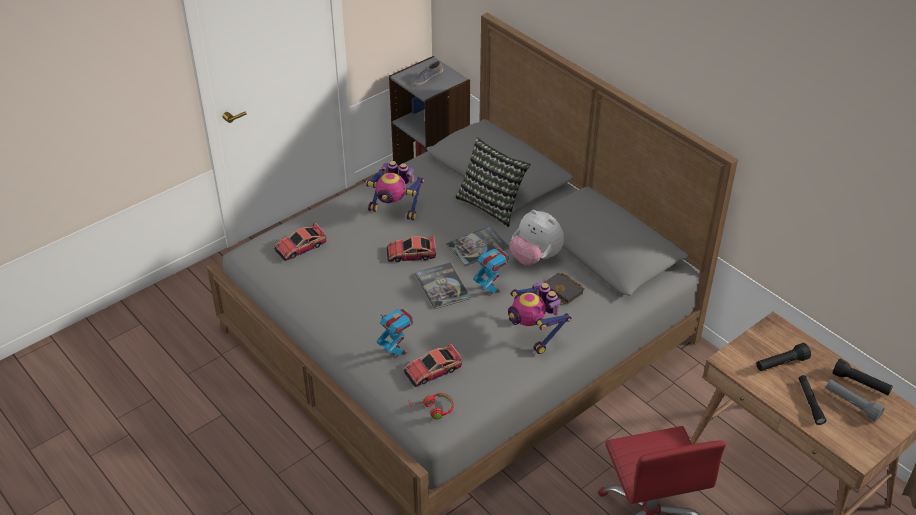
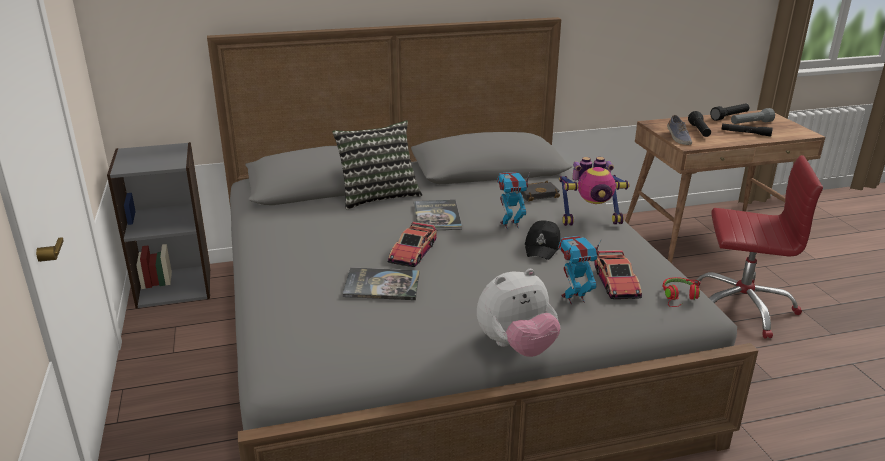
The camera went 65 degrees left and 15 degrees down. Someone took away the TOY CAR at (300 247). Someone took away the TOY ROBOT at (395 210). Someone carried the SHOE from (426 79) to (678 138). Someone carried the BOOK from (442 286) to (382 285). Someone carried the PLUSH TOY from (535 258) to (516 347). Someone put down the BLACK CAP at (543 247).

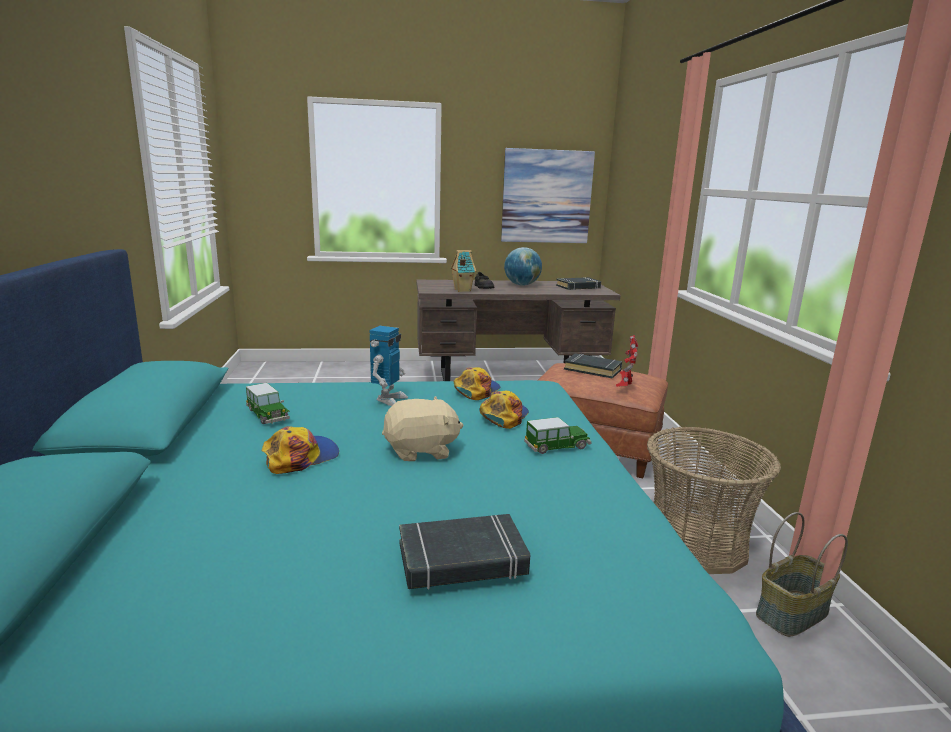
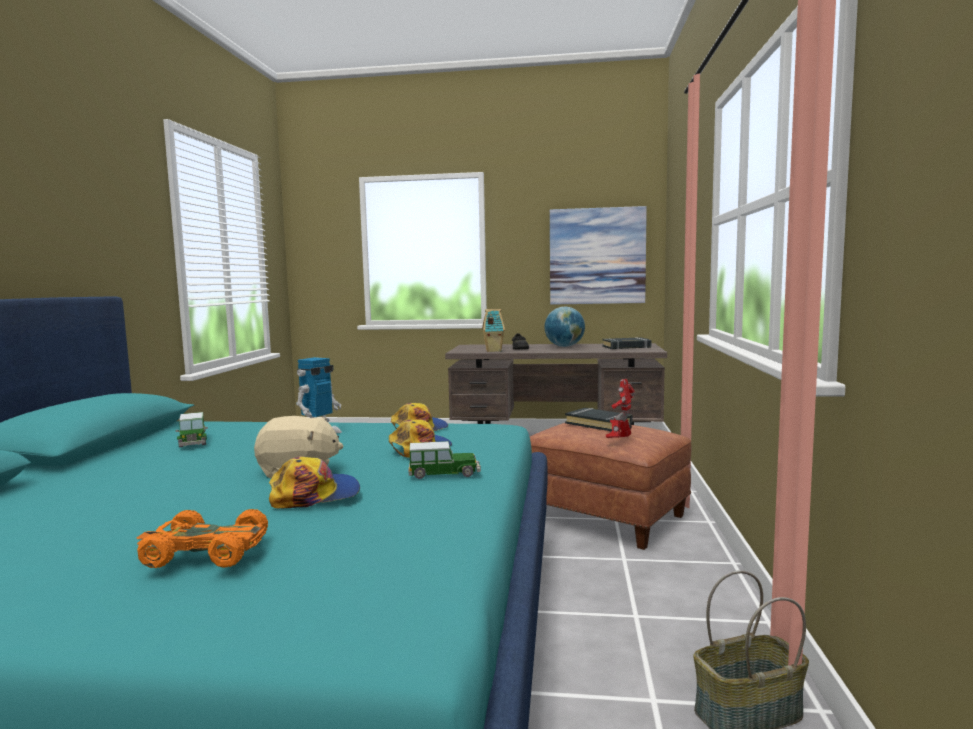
The camera went 15 degrees right and 10 degrees down. Someone carried the CAP from (301 457) to (315 495). Someone swapped the BLACK BOOK at (462 560) for the ORANGE TOY CAR at (204 552). Someone took away the BASKET at (696 543).

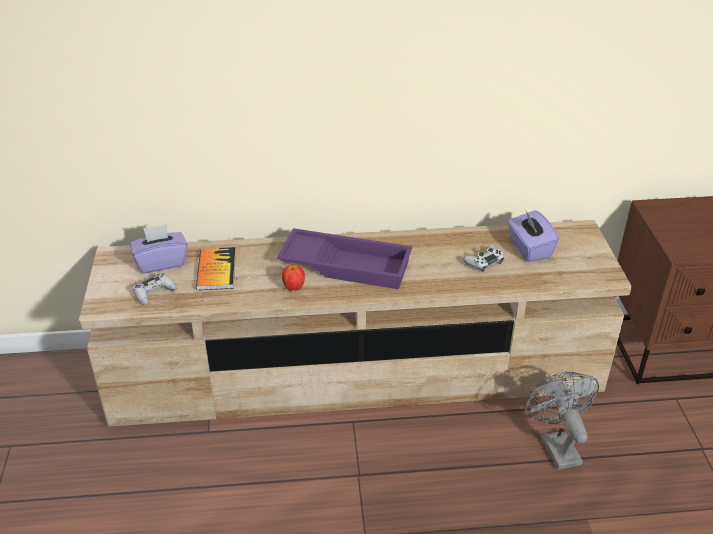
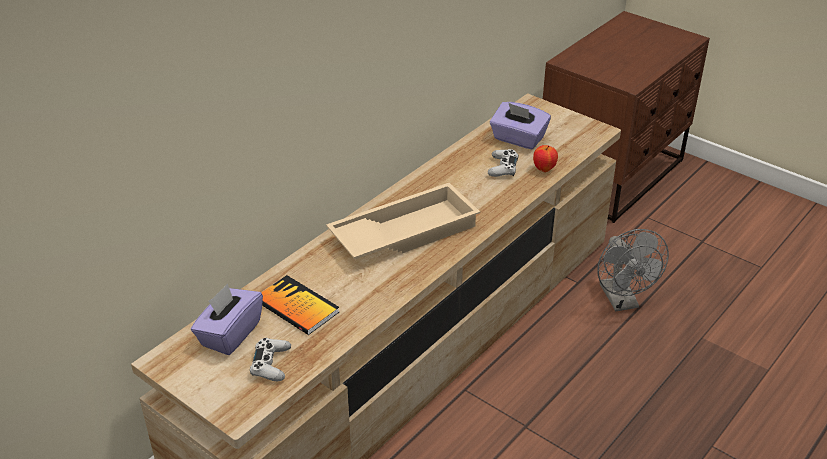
The camera went 45 degrees left and 0 degrees up. Someone repainted the PURPLE TRAY at (347 264), which became the BEIGE TRAY at (404 232). Someone carried the APPLE from (294 288) to (544 169). Someone rotated the GREY FAN at (556 445) by 135 degrees counterclockwise.

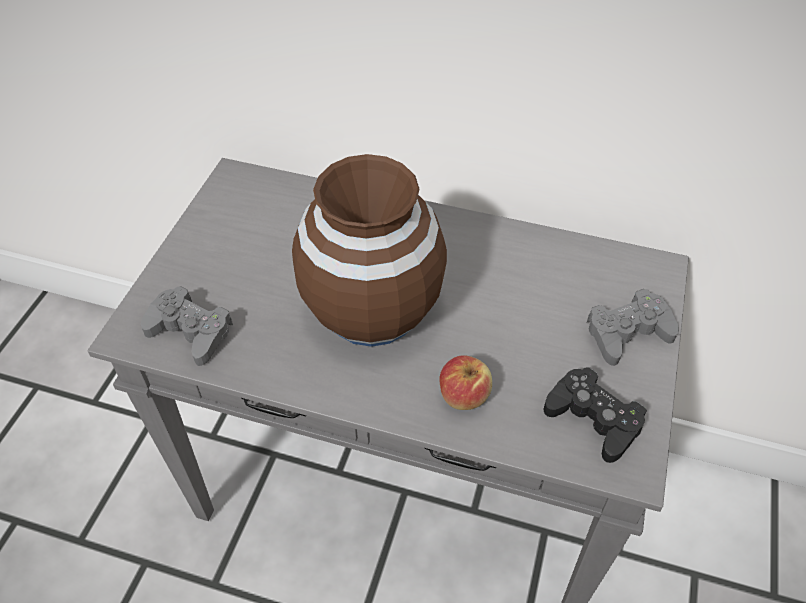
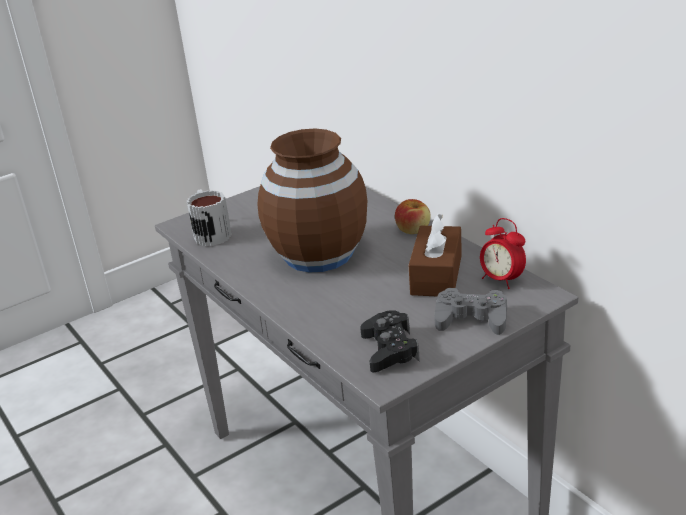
The camera went 40 degrees right and 20 degrees down. Someone swapped the GREY GAME CONTROLLER at (190 331) for the MUG at (210 233). Someone carried the APPLE from (464 395) to (413 229). Someone put down the BROWN TISSUE BOX at (436 275). Someone put down the ALARM CLOCK at (501 280).

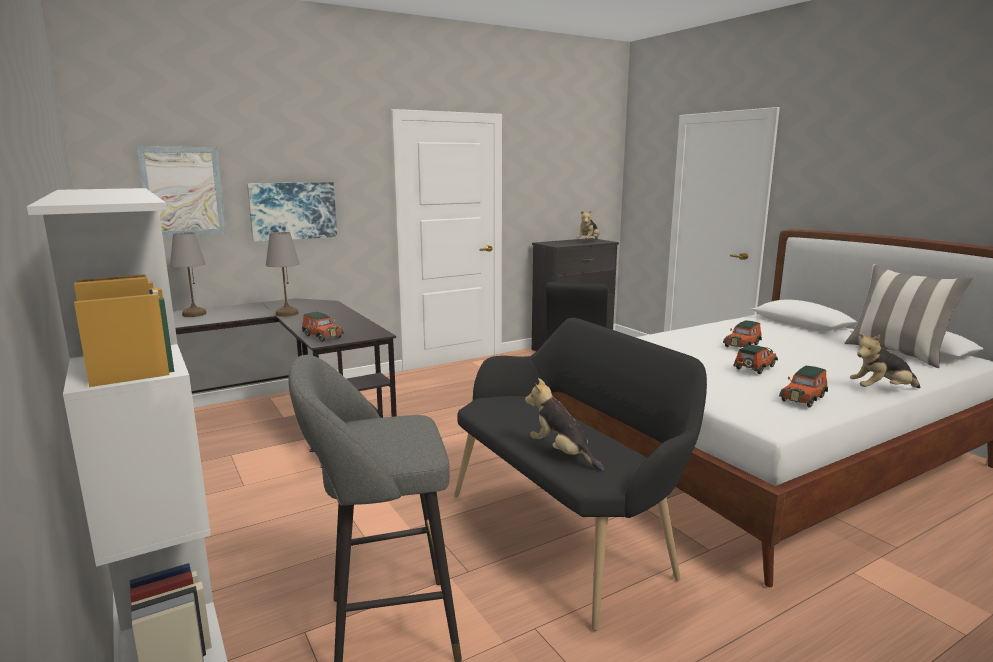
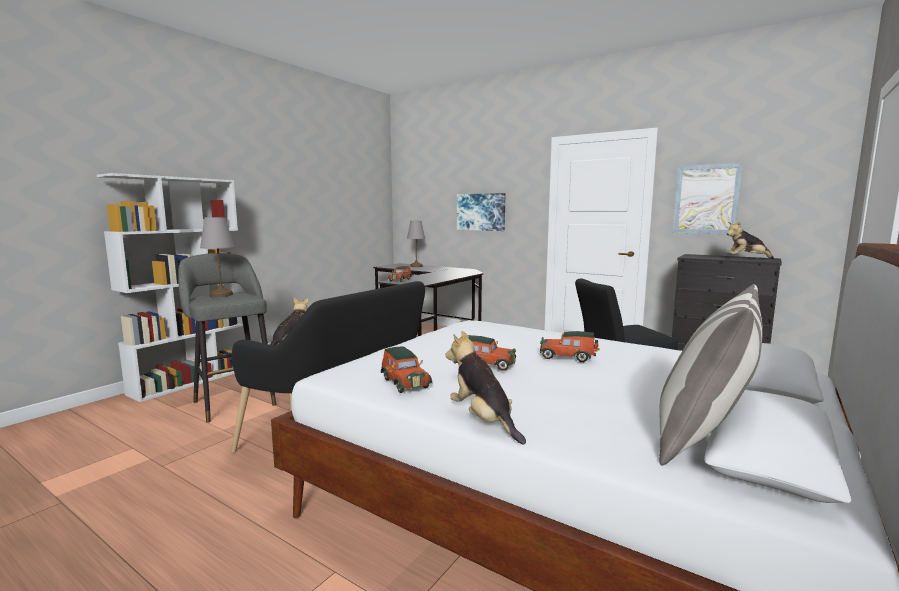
The camera went 65 degrees right and 5 degrees down. Someone carried the PICTURE from (183 191) to (706 199). Someone carried the GREY TABLE LAMP from (286 314) to (221 295). Someone rotated the TOY CAR at (804 398) by 135 degrees counterclockwise.

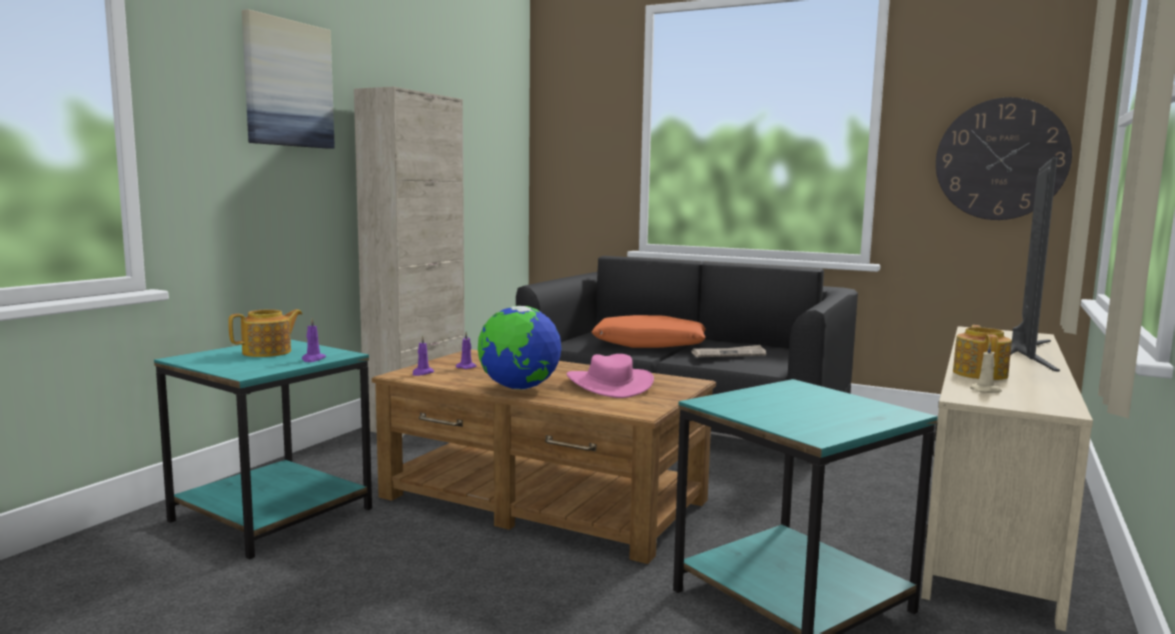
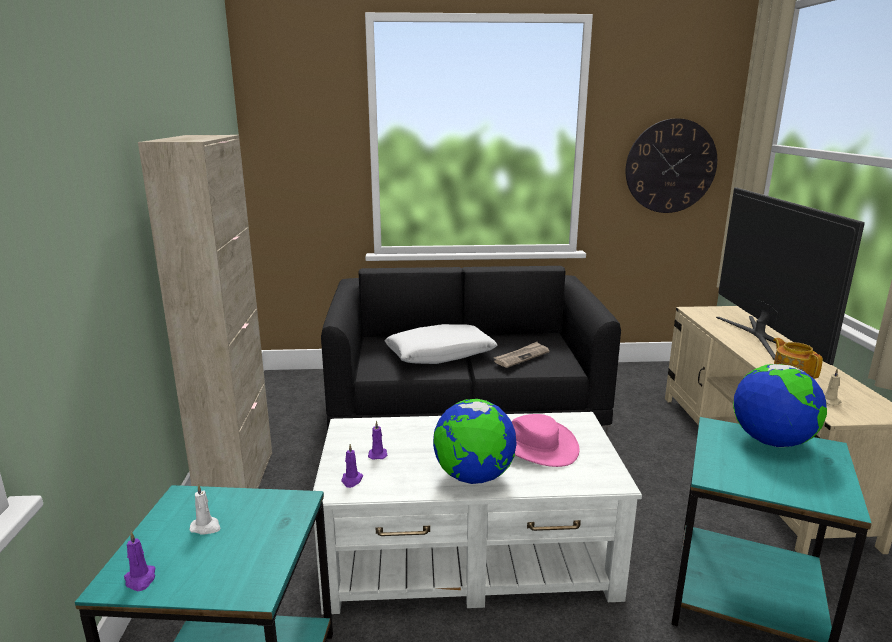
The camera went 30 degrees left and 10 degrees up. Someone swapped the TEAPOT at (268 352) for the WHITE CANDLE at (206 527). Someone took away the PICTURE at (288 84). Someone carried the PURPLE CANDLE from (313 359) to (140 579). Someone repainted the BROWN COFFEE TABLE at (544 499), which became the WHITE COFFEE TABLE at (469 554). Someone repainted the ORANGE PILLOW at (649 344), which became the WHITE PILLOW at (440 354). Someone put down the GLOBE at (771 441).

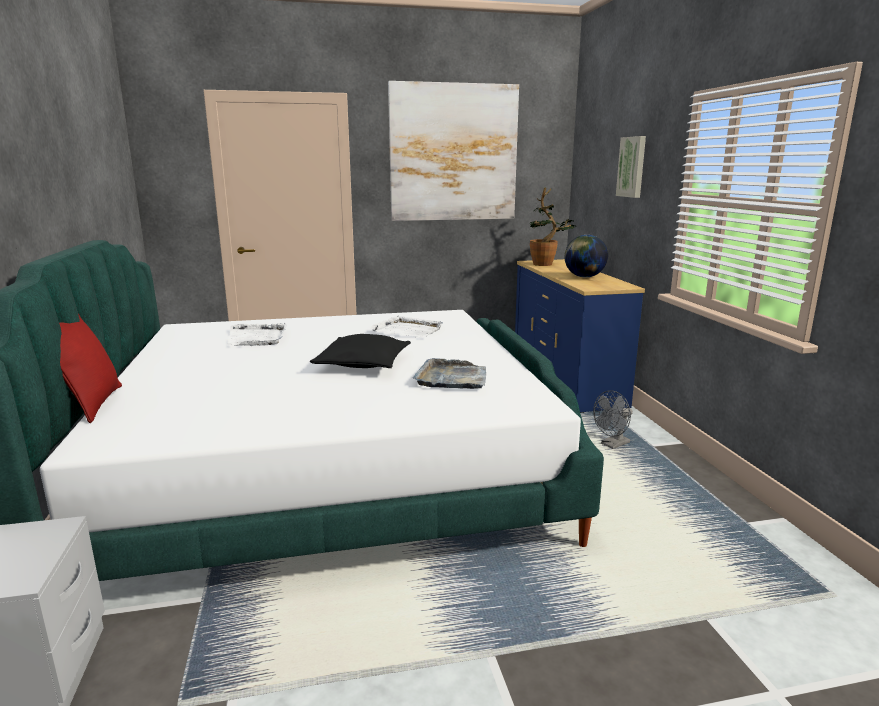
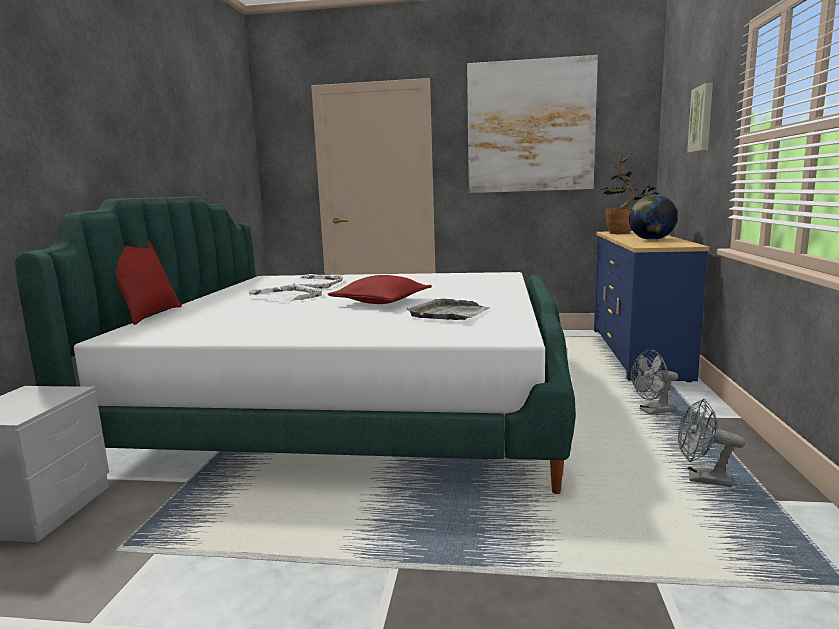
The camera went 20 degrees right and 5 degrees down. Someone repainted the BLACK PILLOW at (363 364), which became the RED PILLOW at (381 302). Someone carried the WHITE TRAY from (407 330) to (287 296). Someone put down the GREY FAN at (701 479).

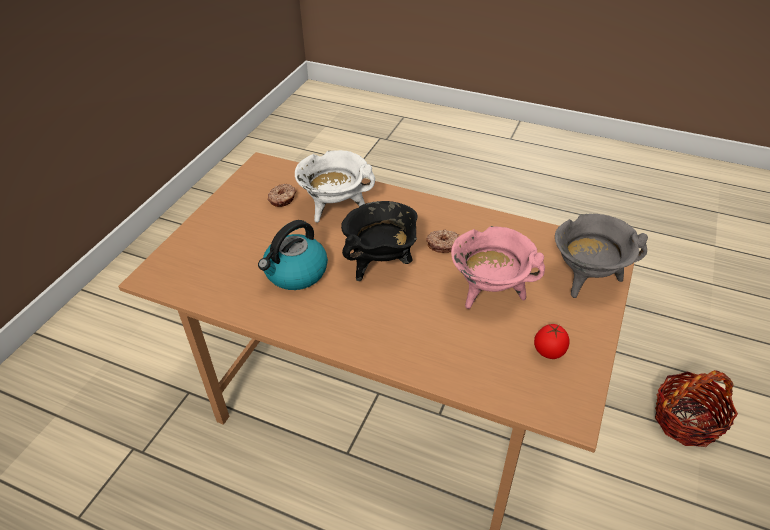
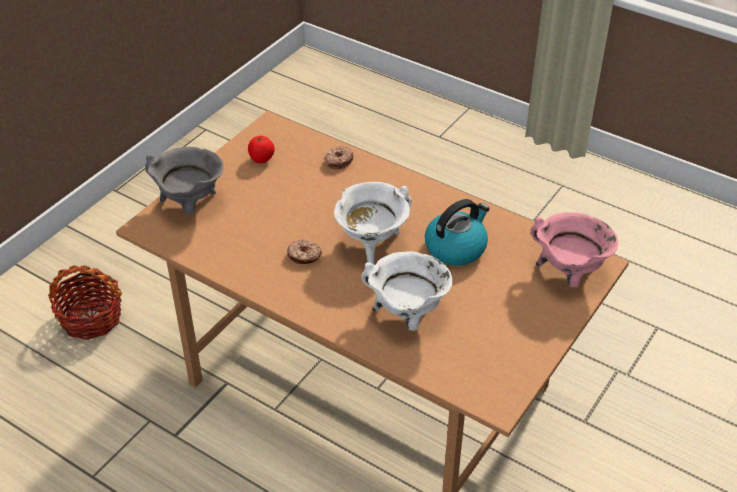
The camera went 170 degrees left and 0 degrees up. Someone carried the DONUT from (283 199) to (338 161). Someone repainted the BLACK COOKING POT at (381 264), which became the WHITE COOKING POT at (372 245). Someone carried the PINK COOKING POT from (490 293) to (568 275).

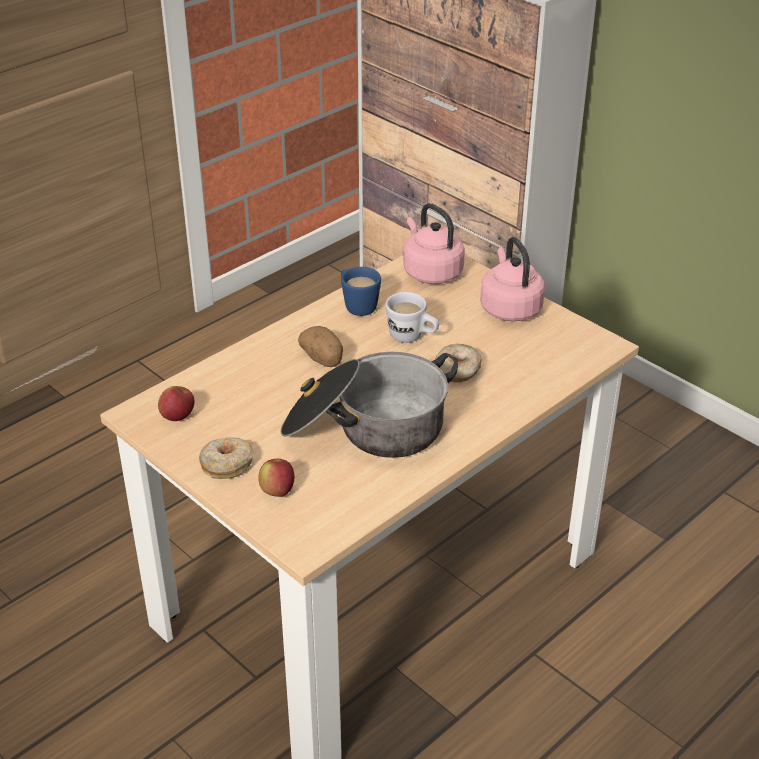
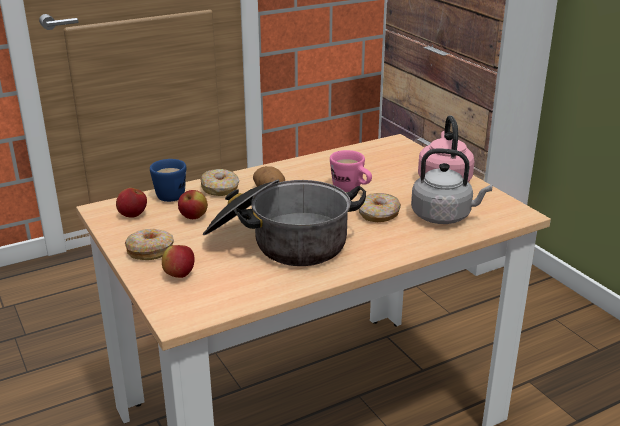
The camera went 15 degrees right and 10 degrees down. Someone carried the BLUE MUG from (357 305) to (169 194). Someone repainted the WHITE MUG at (412 337), which became the PINK MUG at (351 189). Someone took away the PINK KETTLE at (430 272). Someone put down the APPLE at (193 217). Someone put down the DONUT at (220 189). Someone put down the GREY KETTLE at (444 216).

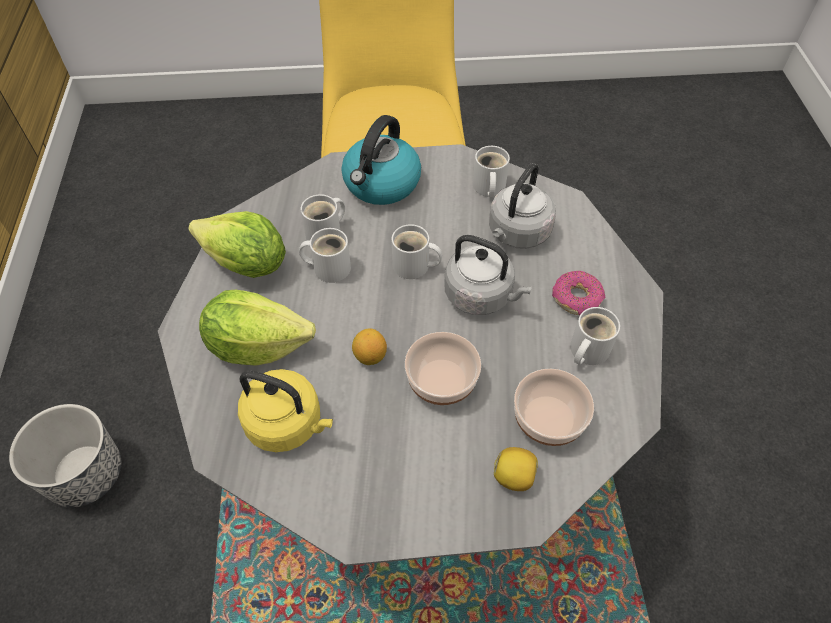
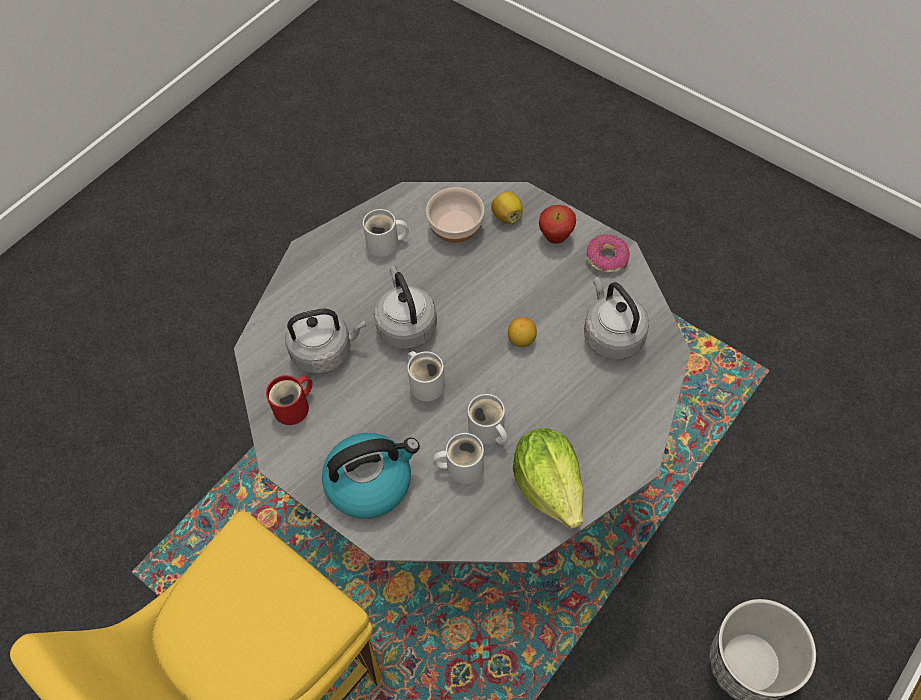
The camera went 135 degrees left and 5 degrees up. Someone took away the LETTUCE at (257 345). Someone repainted the YELLOW KETTLE at (288 424), which became the GREY KETTLE at (611 335). Someone took away the BOWL at (441 383). Someone repainted the WHITE MUG at (488 188), which became the RED MUG at (295 407). Someone carried the DONUT from (576 299) to (607 258). Someone put down the APPLE at (555 238).

